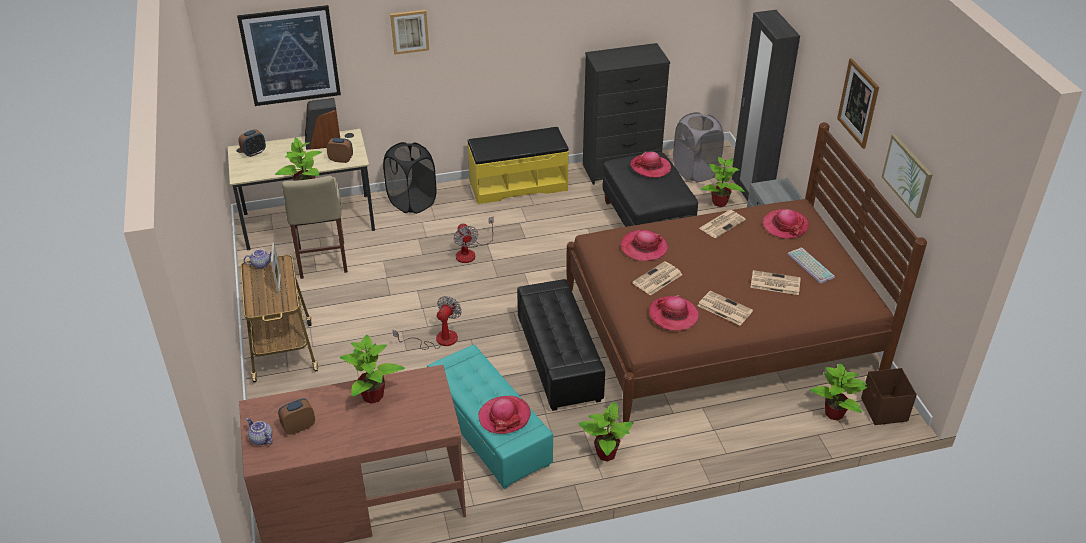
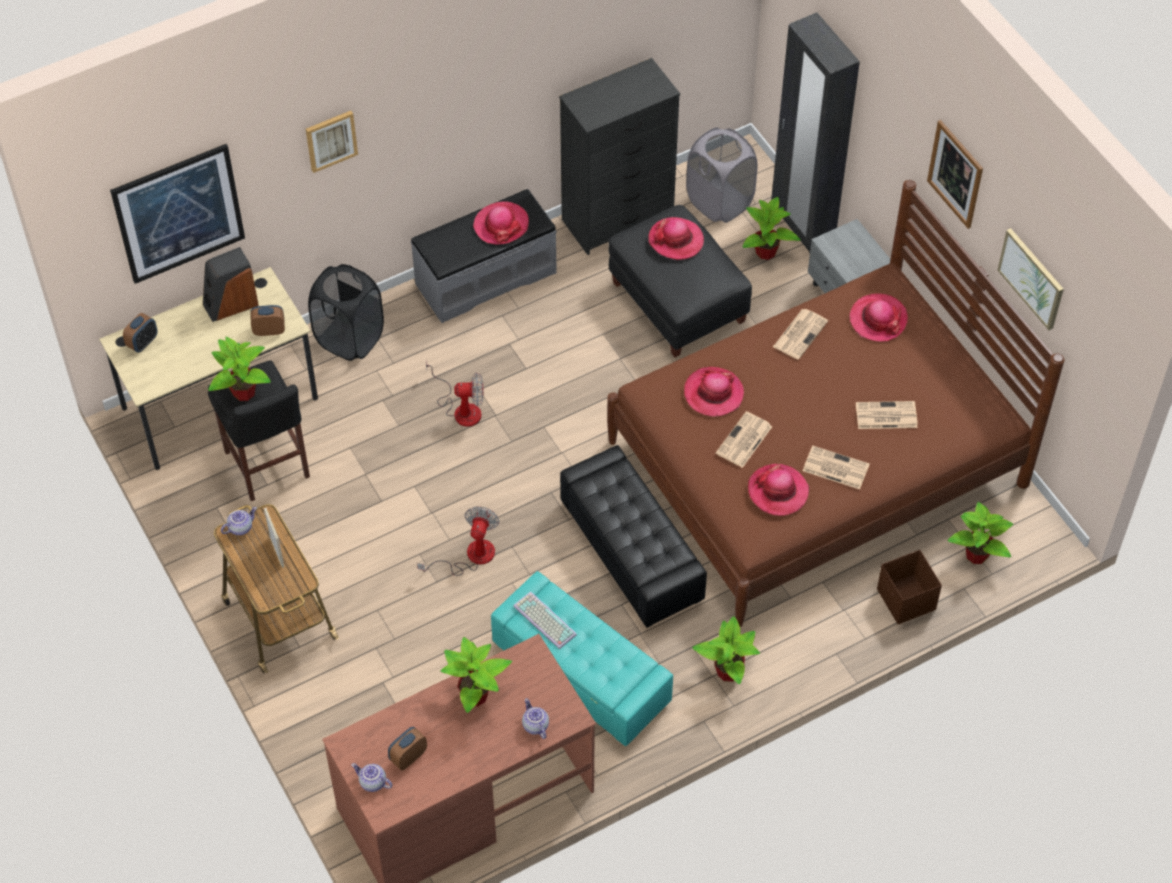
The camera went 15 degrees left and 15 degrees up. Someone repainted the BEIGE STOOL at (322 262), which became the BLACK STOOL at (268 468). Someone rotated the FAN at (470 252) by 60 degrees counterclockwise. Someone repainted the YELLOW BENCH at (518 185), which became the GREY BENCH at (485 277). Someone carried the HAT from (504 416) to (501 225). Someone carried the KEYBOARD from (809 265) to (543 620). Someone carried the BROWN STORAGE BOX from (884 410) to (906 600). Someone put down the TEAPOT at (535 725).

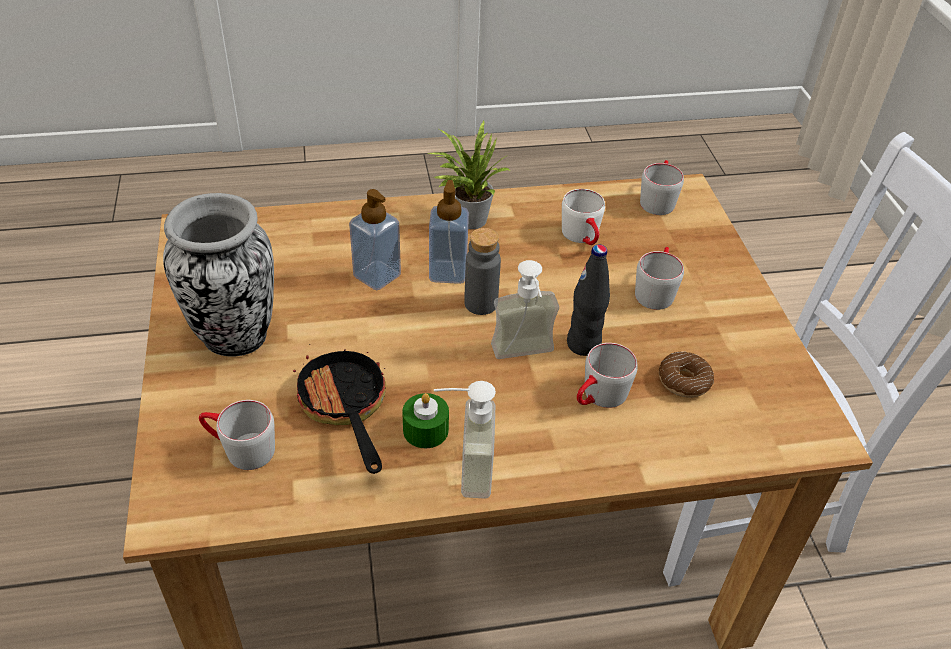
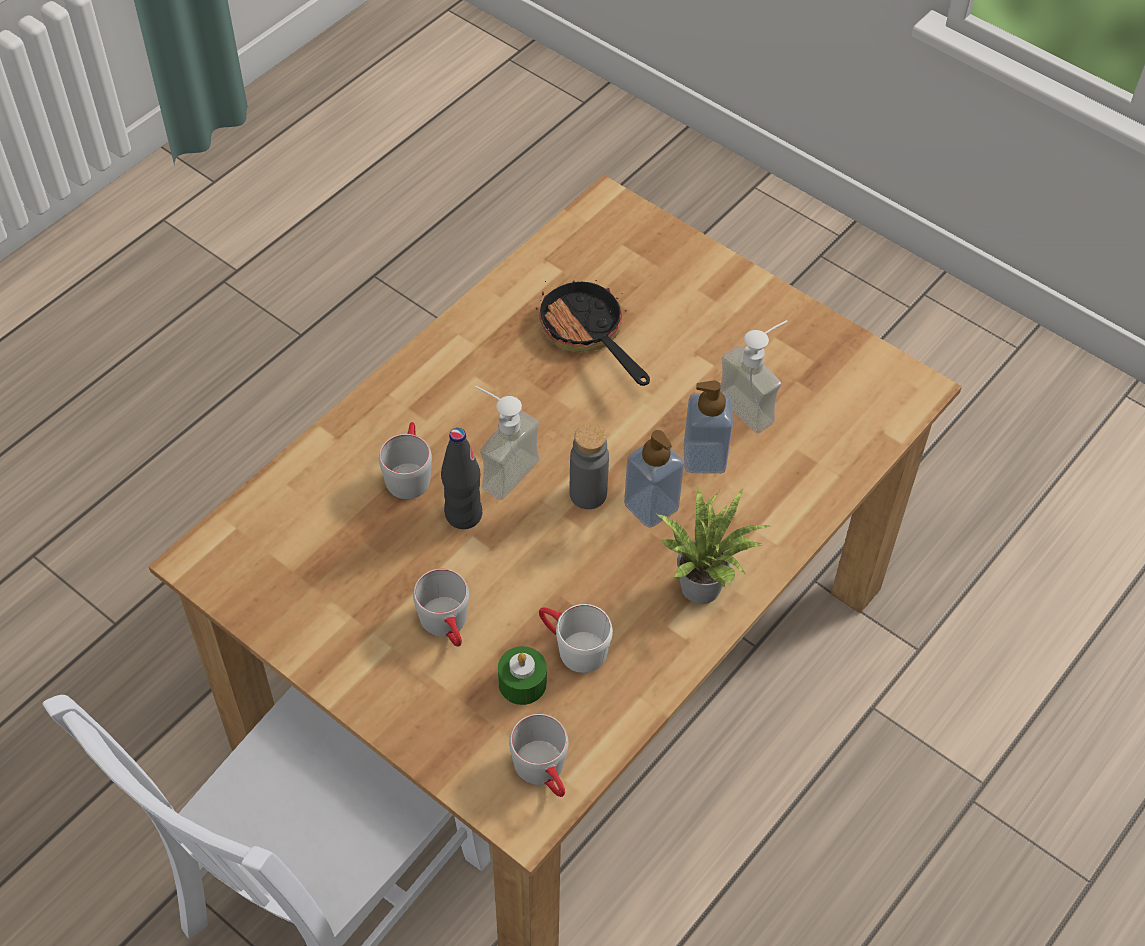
The camera went 140 degrees right and 10 degrees up. Someone took away the VASE at (235 339). Someone took away the GREY MUG at (240 449). Someone rotated the FRYING PAN at (345 408) by 150 degrees counterclockwise. Someone carried the GREEN CANDLE from (425 430) to (522 683). Someone carried the SOAP DISPENSER from (462 470) to (755 403). Someone took away the DONUT at (684 381).

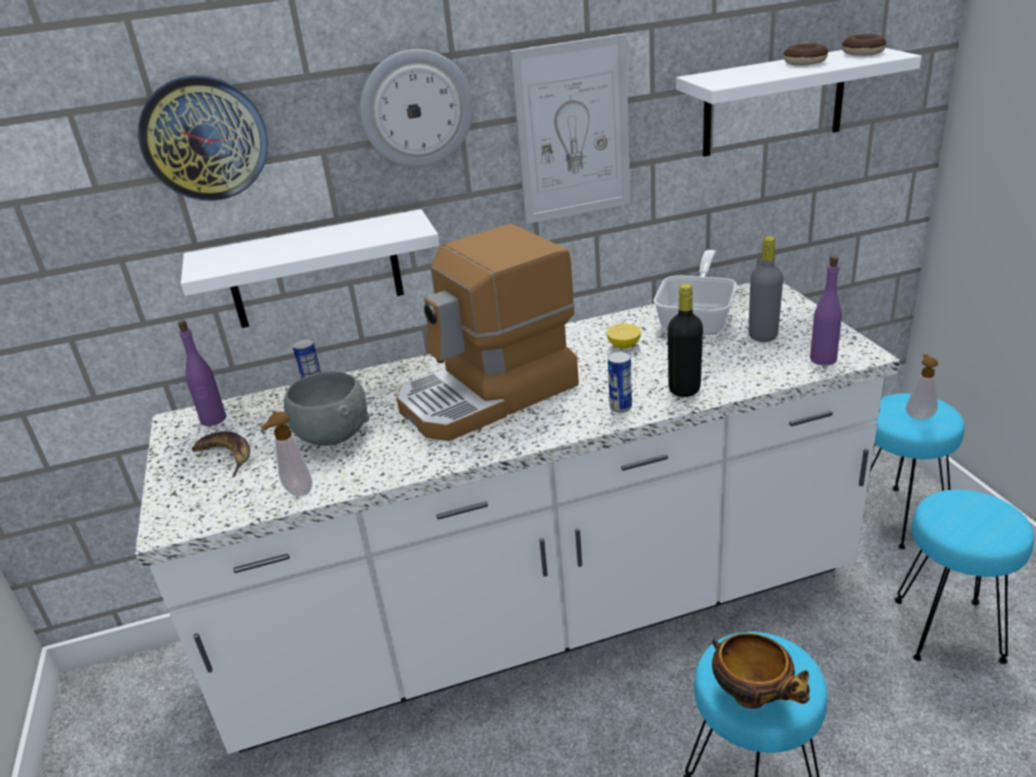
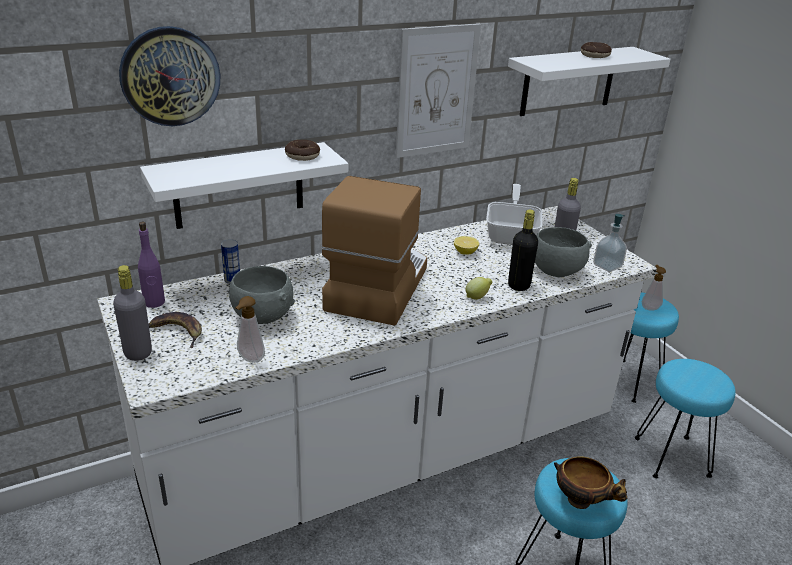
The camera went 15 degrees left and 0 degrees up. Someone took away the WALL CLOCK at (416 109). Someone rotated the COFFEE MACHINE at (489 395) by 150 degrees clockwise. Someone swapped the CAN at (620 407) for the LEMON at (477 297). Someone swapped the PURPLE BOTTLE at (823 359) for the SOAP DISPENSER at (607 266). Someone carried the DONUT from (862 53) to (302 156). Someone put down the GREY BOTTLE at (138 353). Someone put down the GREY BOWL at (555 271).

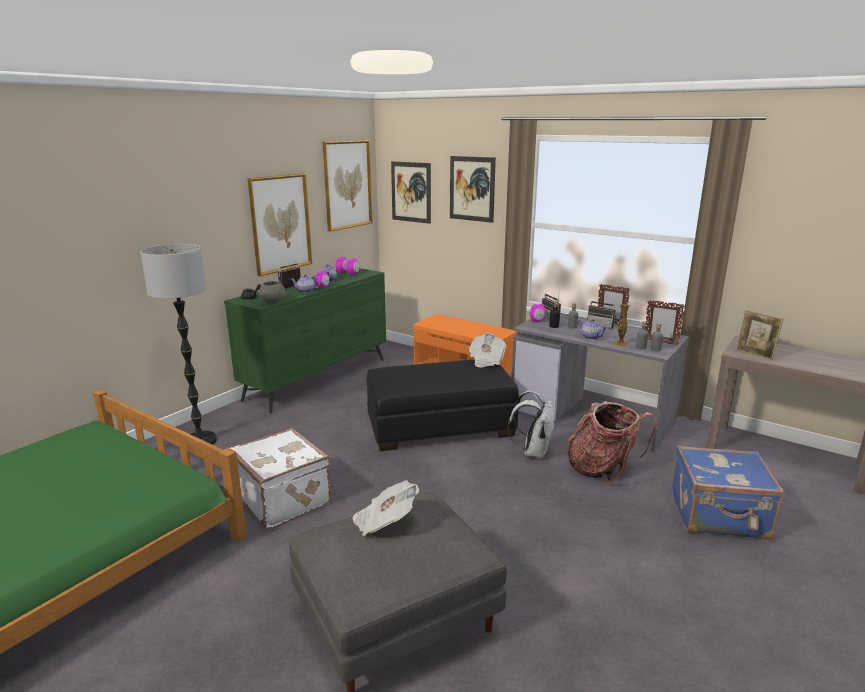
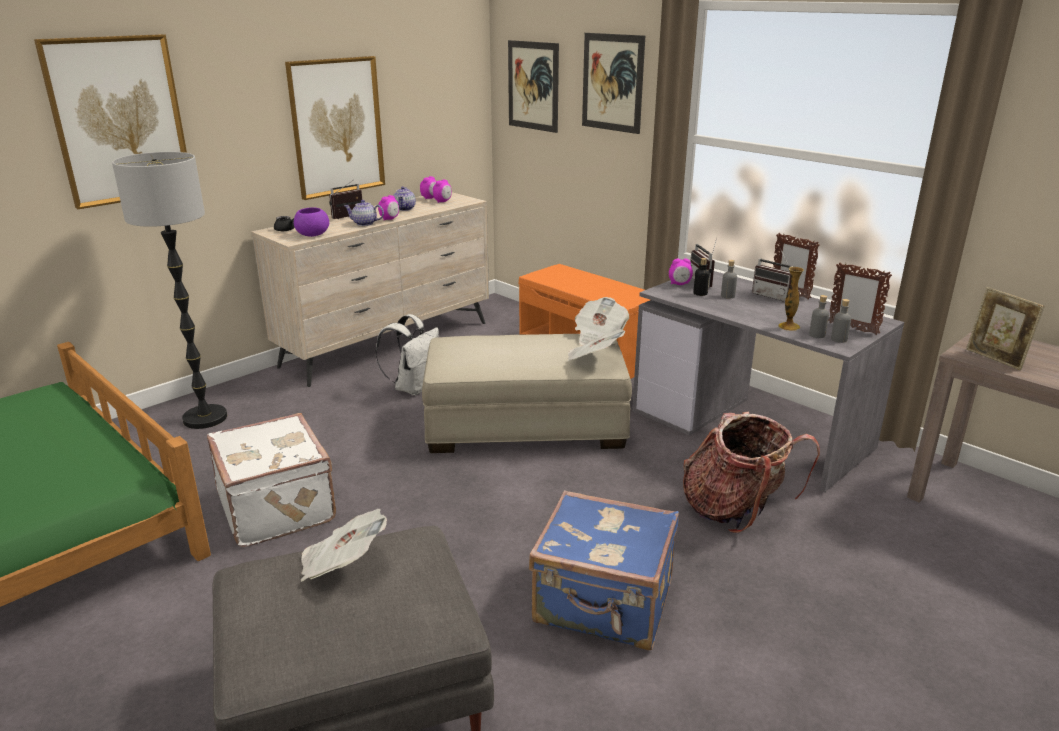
The camera went 10 degrees right and 5 degrees up. Someone repainted the GREEN DRESSER at (318 379), which became the BEIGE DRESSER at (388 344). Someone repainted the GREY BOWL at (272 301), which became the PURPLE BOWL at (312 235). Someone carried the PICTURE from (347 184) to (119 120). Someone repainted the BLACK OTTOMAN at (440 426), which became the BEIGE OTTOMAN at (525 424). Someone carried the WHITE BACKPACK from (533 452) to (413 387). Someone took away the TEAPOT at (591 337). Someone carried the BLUE SUITCASE from (719 517) to (604 604). Someone put down the NEWSPAPER at (593 359).

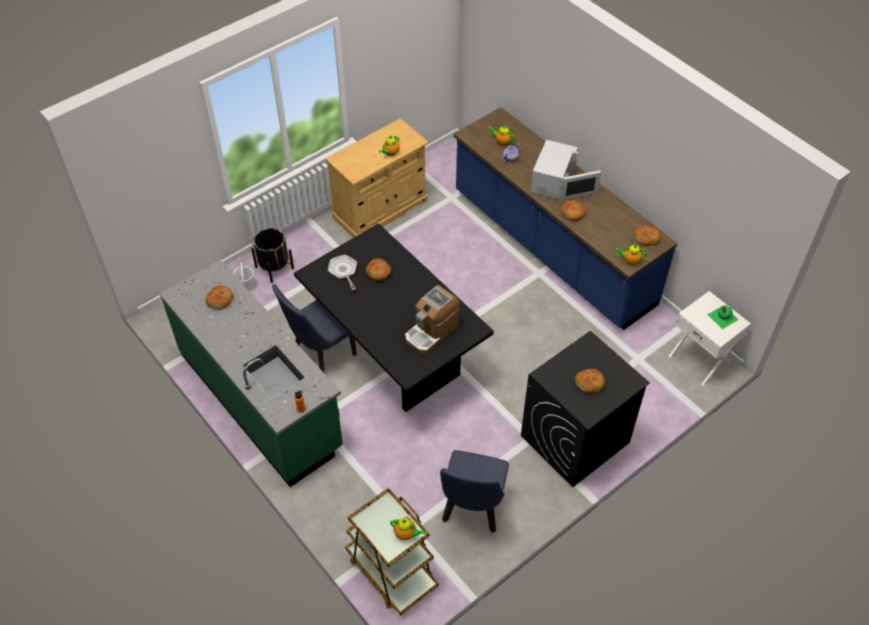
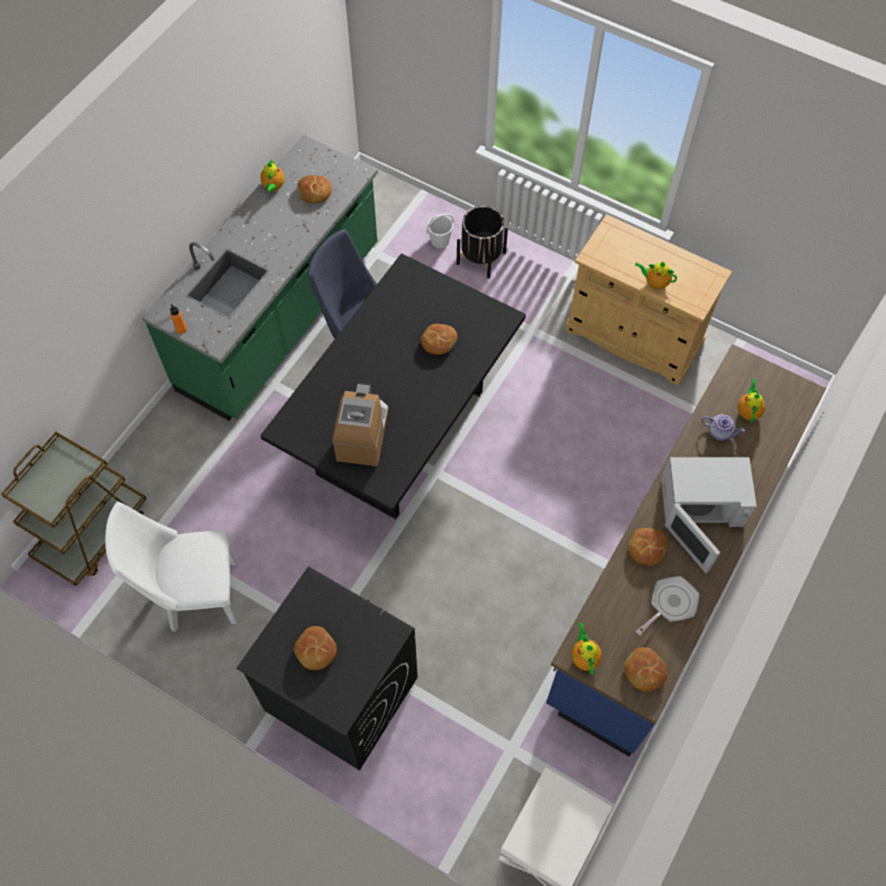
The camera went 70 degrees right and 10 degrees up. Someone carried the FRYING PAN from (343 271) to (670 604). Someone carried the TEAPOT from (406 534) to (273 187). Someone rotated the COFFEE MACHINE at (431 331) by 75 degrees clockwise. Someone repainted the BLUE CHAIR at (472 511), which became the WHITE CHAIR at (195 596). Someone took away the GREEN BOTTLE at (722 317).

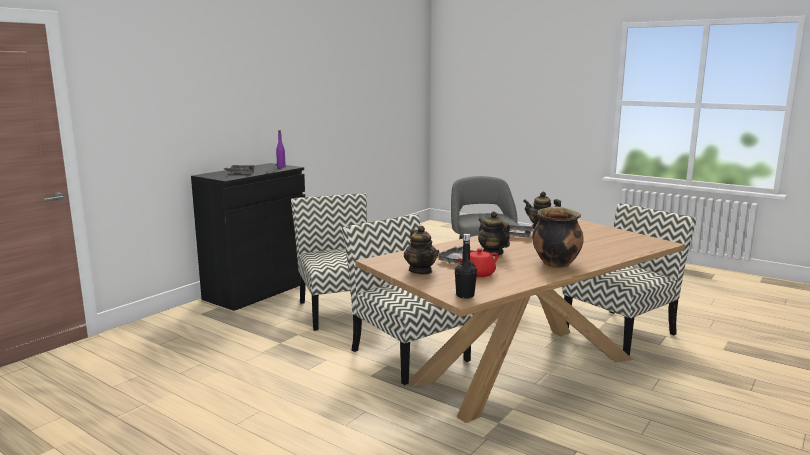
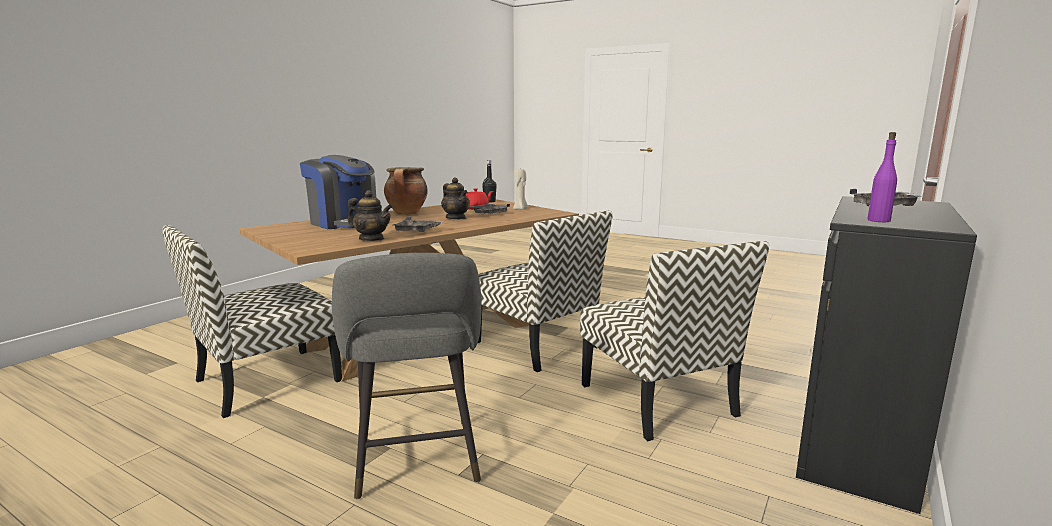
The camera went 175 degrees right and 0 degrees up. Someone swapped the TEAPOT at (421 271) for the BEIGE CANDLE at (520 209). Someone put down the COFFEE MACHINE at (345 223).

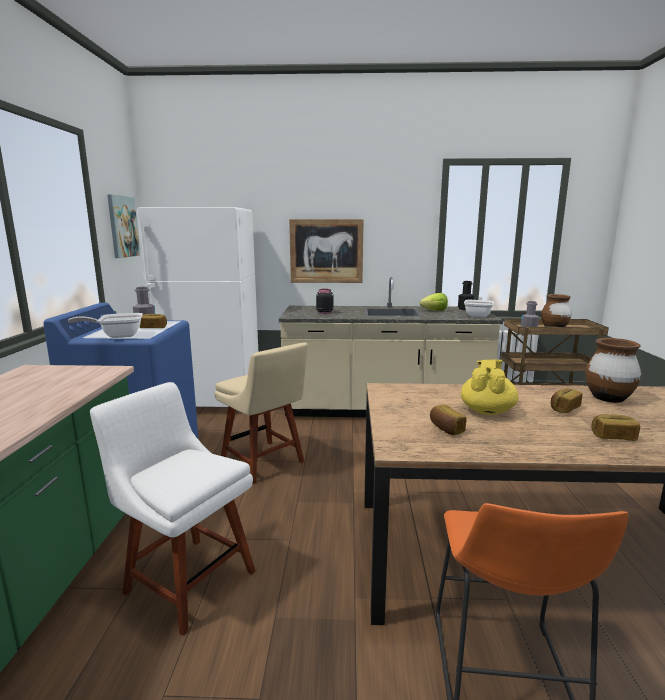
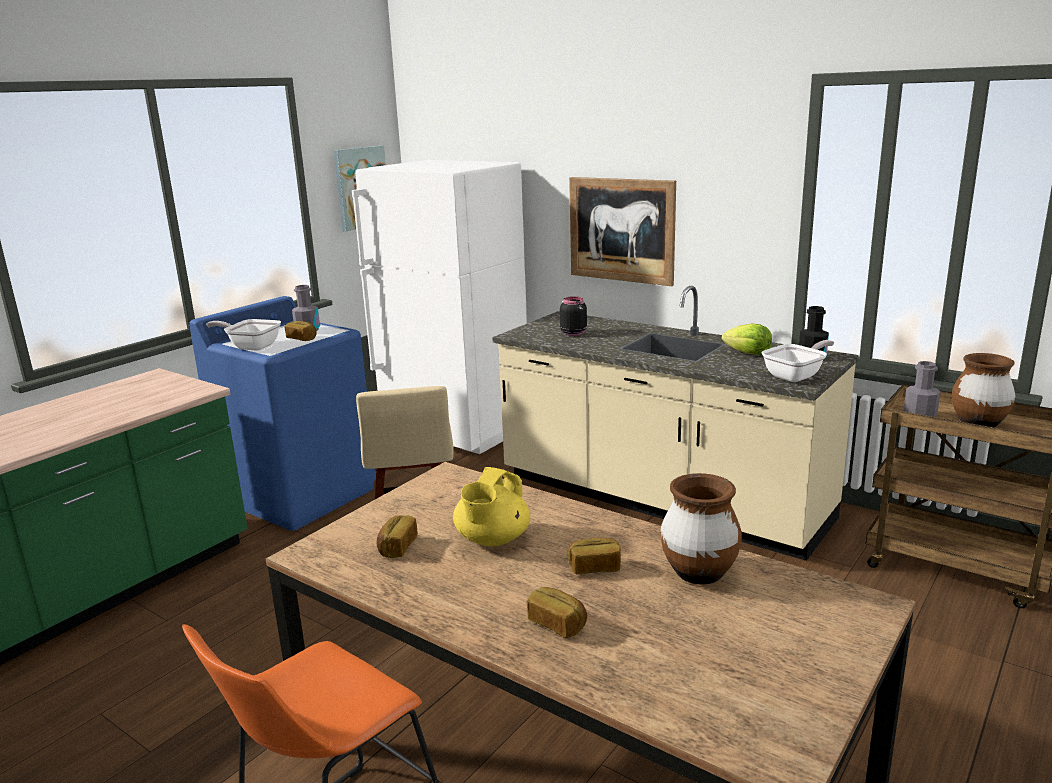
The camera went 35 degrees right and 5 degrees up. Someone took away the WHITE CHAIR at (186 579). Someone rotated the YELLOW TEAPOT at (487 411) by 150 degrees clockwise.

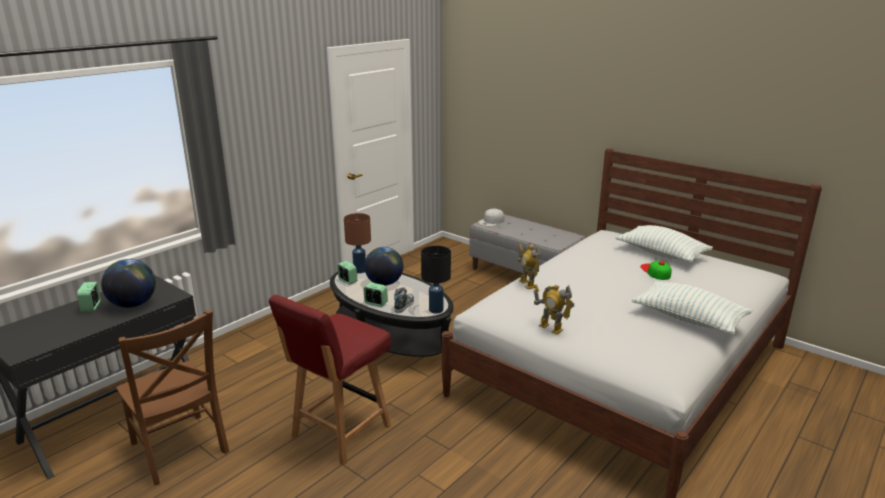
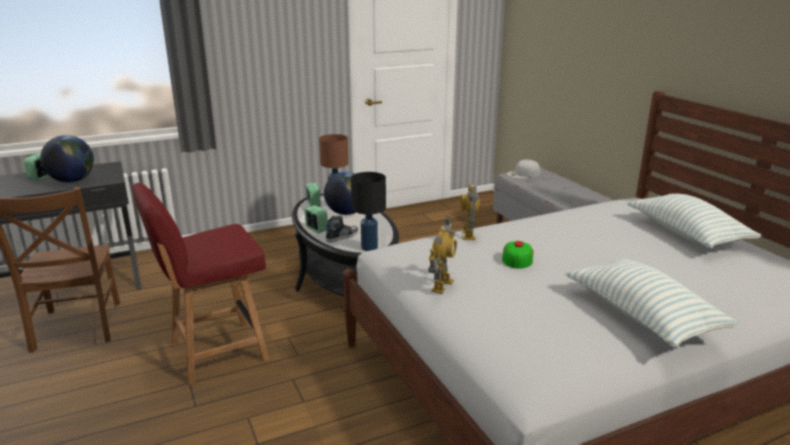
The camera went 25 degrees right and 0 degrees up. Someone rotated the TOY ROBOT at (550 328) by 135 degrees counterclockwise. Someone carried the CAP from (655 271) to (517 256).

